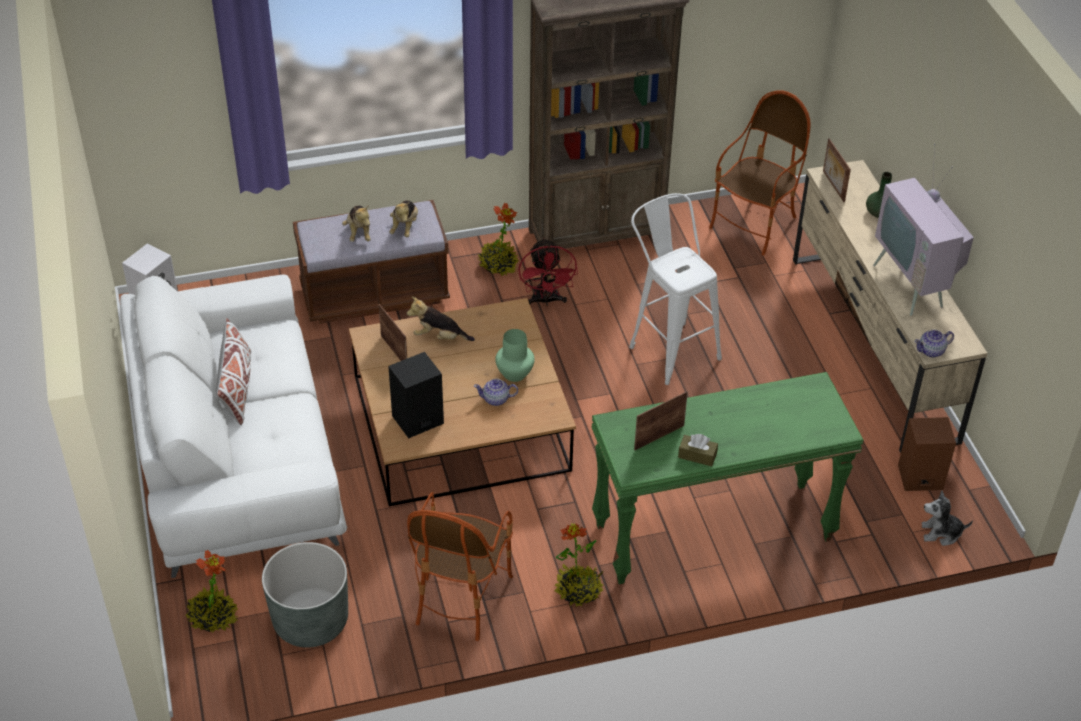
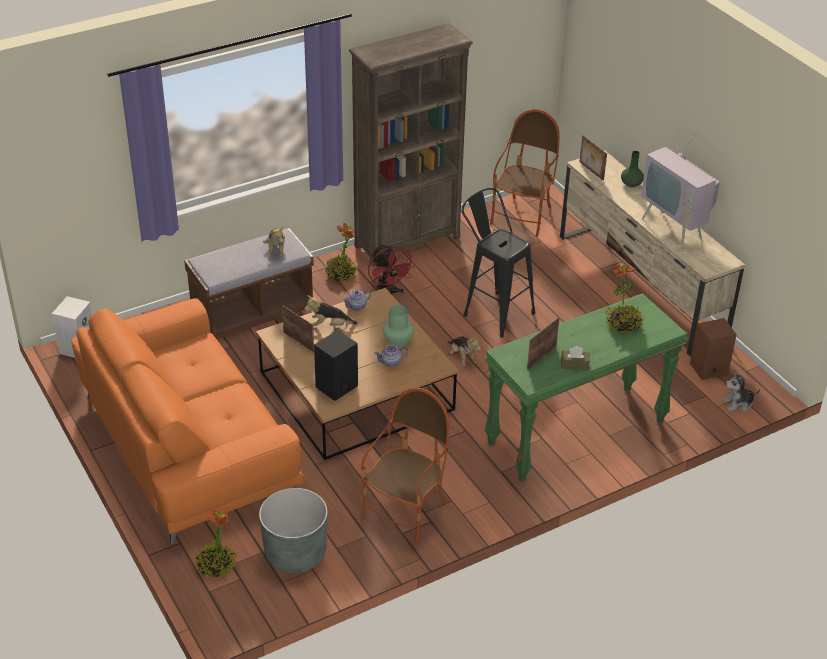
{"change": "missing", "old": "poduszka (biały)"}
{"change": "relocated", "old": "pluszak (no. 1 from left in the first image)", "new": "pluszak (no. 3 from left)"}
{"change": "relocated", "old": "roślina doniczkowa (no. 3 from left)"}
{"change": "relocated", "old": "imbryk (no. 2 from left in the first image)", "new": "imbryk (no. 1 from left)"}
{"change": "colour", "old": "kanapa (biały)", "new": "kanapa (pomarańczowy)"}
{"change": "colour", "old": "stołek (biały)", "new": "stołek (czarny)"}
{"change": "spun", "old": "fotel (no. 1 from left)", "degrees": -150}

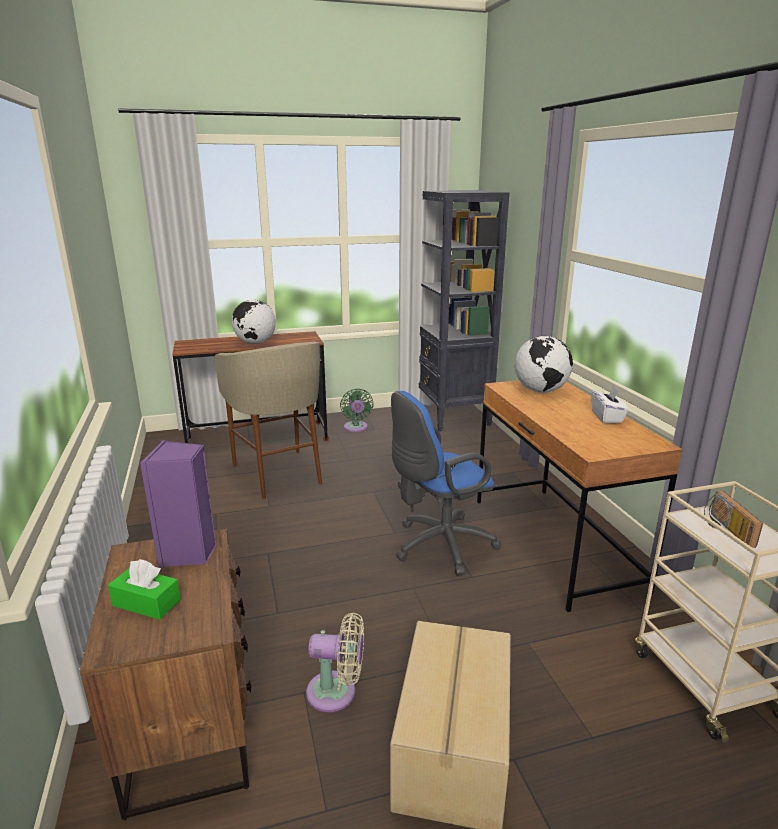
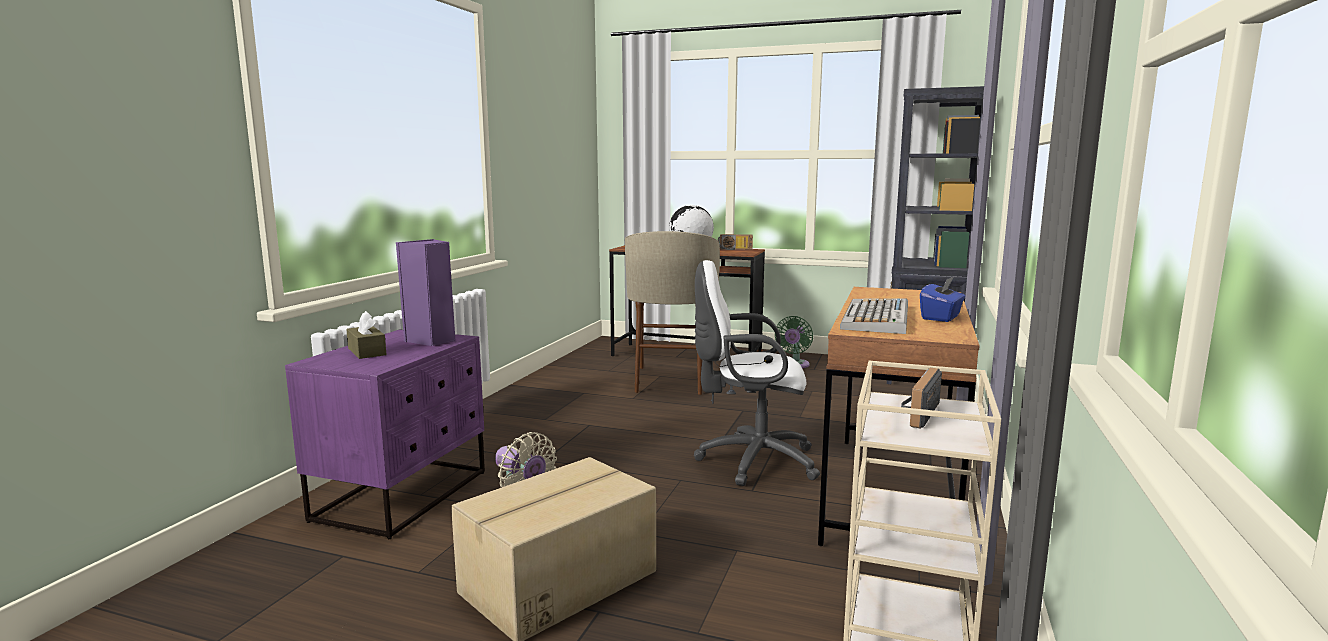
{"change": "missing", "old": "globus (no. 2 from left)"}
{"change": "appeared", "new": "radio (no. 1 from left)"}
{"change": "appeared", "new": "klawiatura"}
{"change": "colour", "old": "szafka nocna (brązowy)", "new": "szafka nocna (fioletowy)"}
{"change": "colour", "old": "pudełko chusteczek (zielony)", "new": "pudełko chusteczek (brązowy)"}
{"change": "colour", "old": "krzesło biurowe (niebieski)", "new": "krzesło biurowe (biały)"}
{"change": "colour", "old": "pudełko chusteczek (biały)", "new": "pudełko chusteczek (niebieski)"}

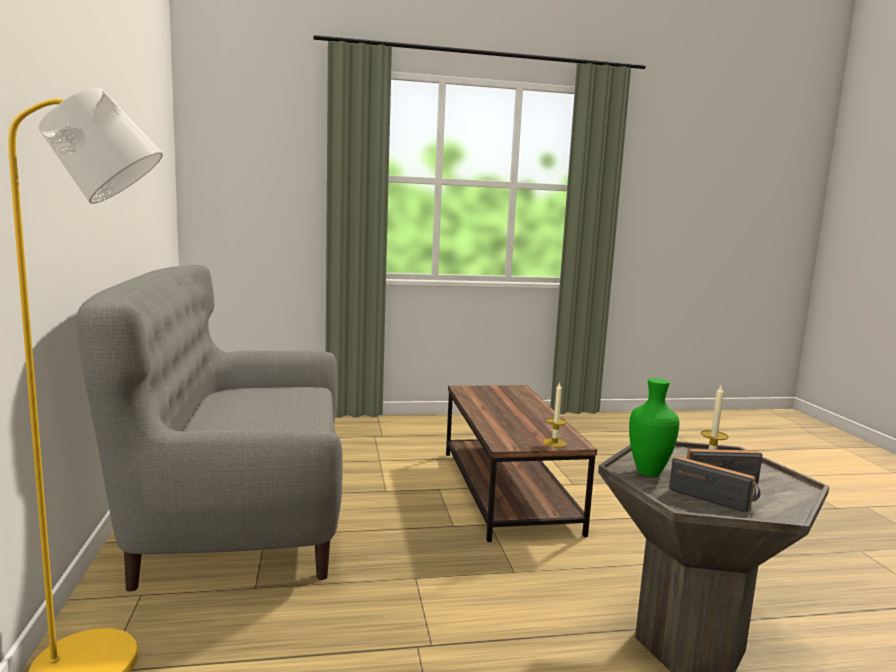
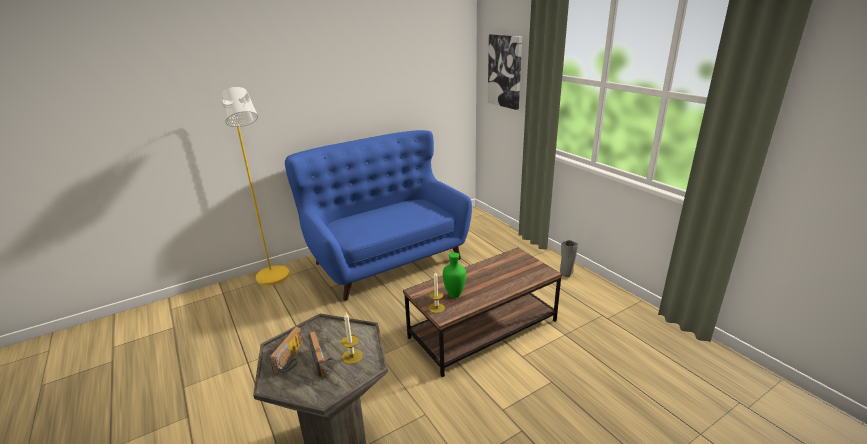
{"change": "appeared", "new": "obraz"}
{"change": "appeared", "new": "wazon (szary)"}
{"change": "relocated", "old": "wazon (zielony)"}
{"change": "colour", "old": "kanapa (szary)", "new": "kanapa (niebieski)"}

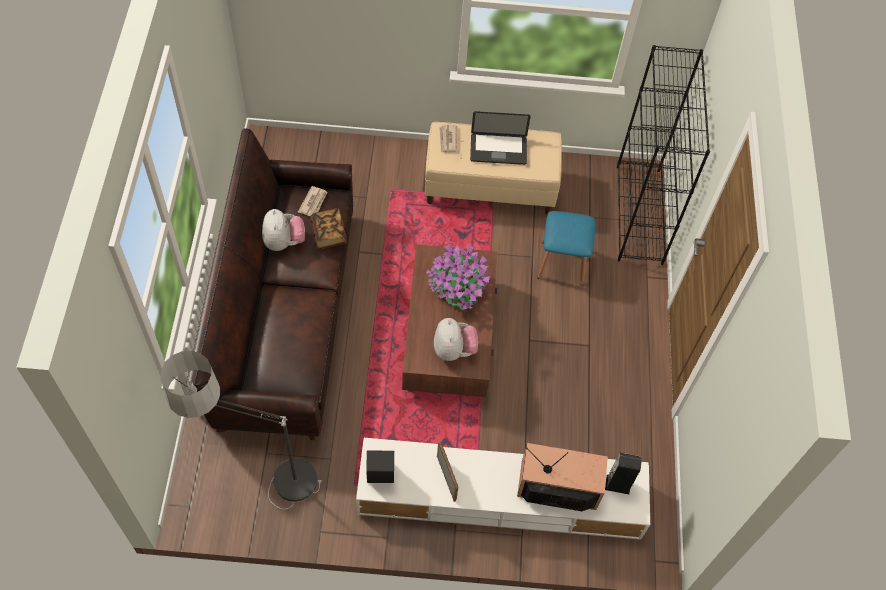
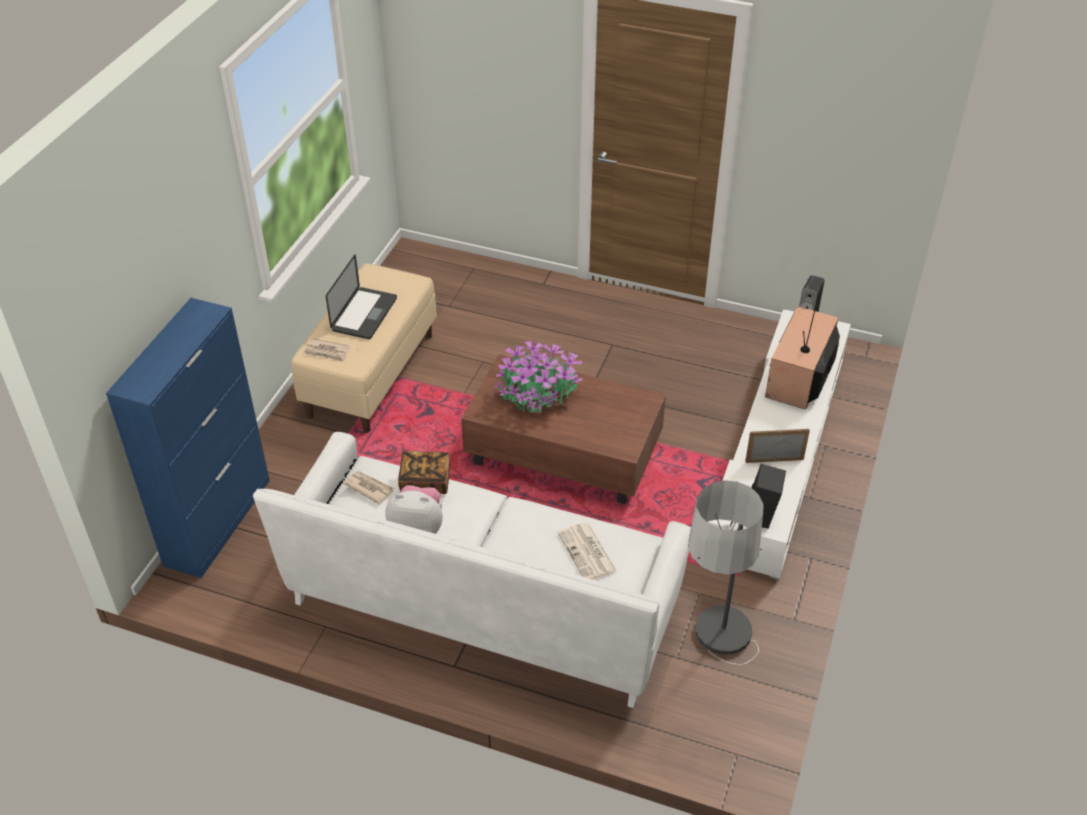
{"change": "missing", "old": "pluszak (no. 2 from left)"}
{"change": "missing", "old": "stołek (niebieski)"}
{"change": "missing", "old": "regał (czarny)"}
{"change": "appeared", "new": "szafka (niebieski)"}
{"change": "appeared", "new": "gazeta (no. 3 from left)"}
{"change": "colour", "old": "kanapa (brązowy)", "new": "kanapa (biały)"}

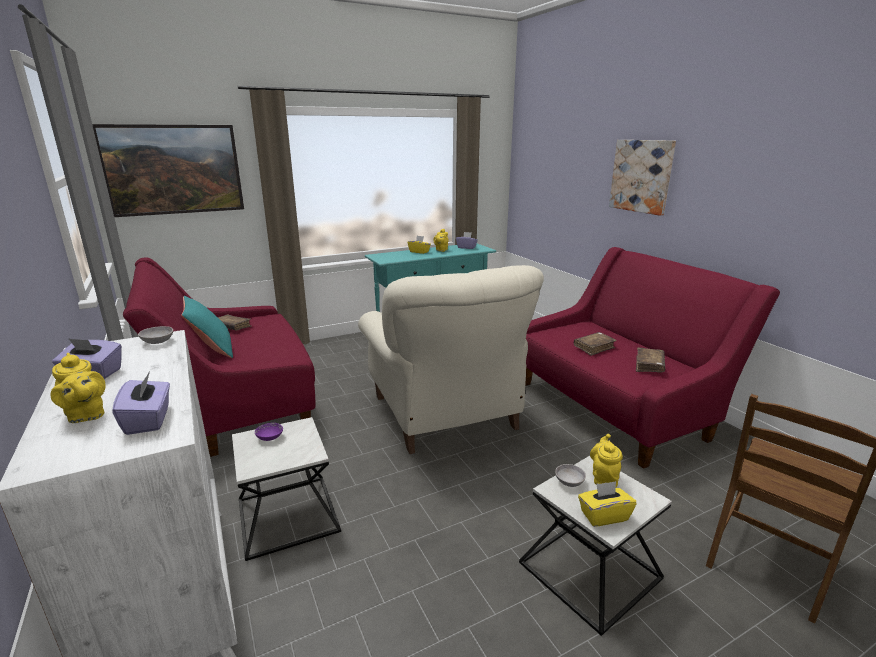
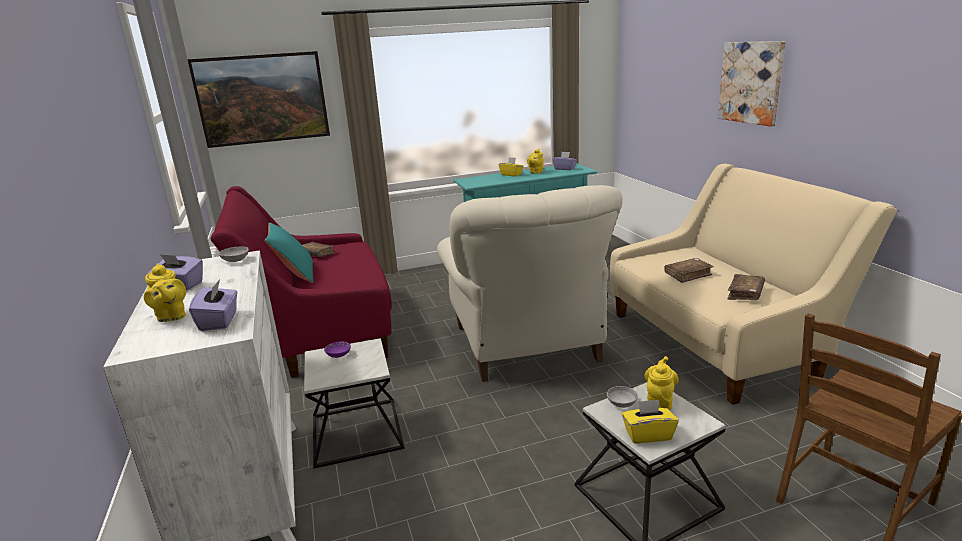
{"change": "colour", "old": "kanapa (czerwony) (no. 2 from left)", "new": "kanapa (beżowy)"}

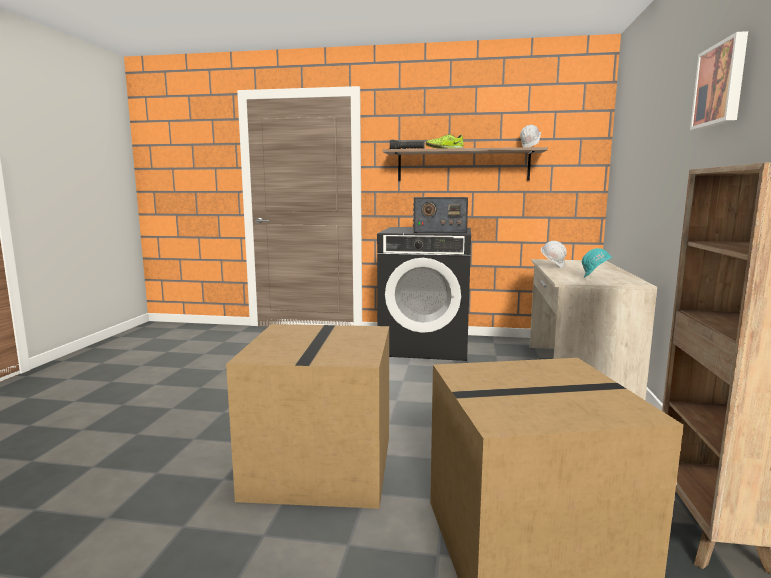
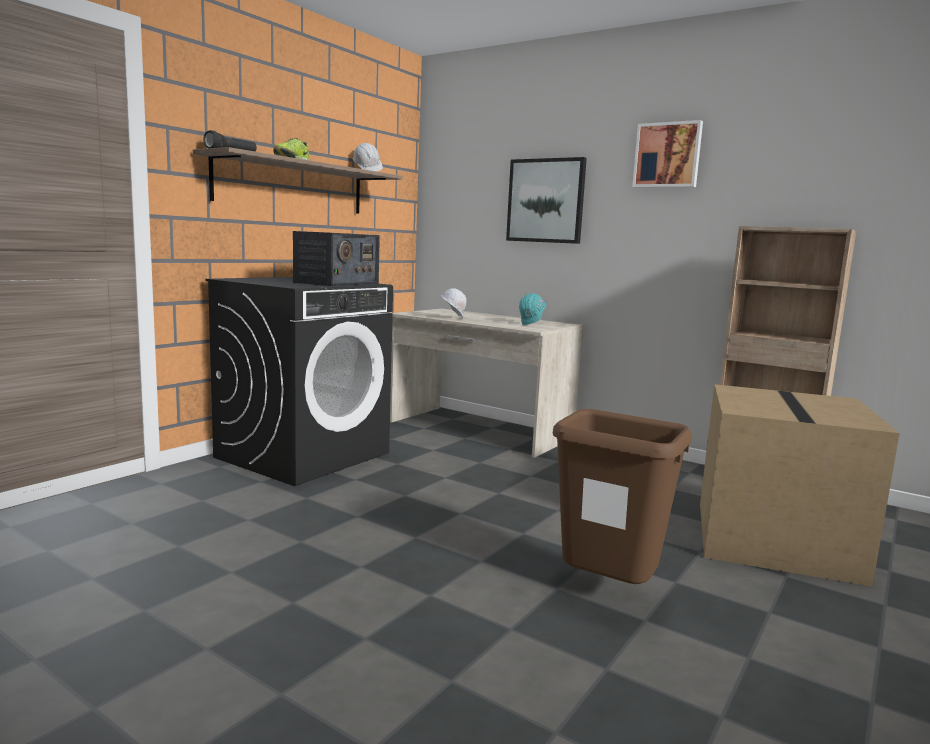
{"change": "appeared", "new": "obraz (no. 1 from left)"}
{"change": "exchanged", "old": "karton (no. 1 from left)", "new": "kosz na śmieci (brązowy)"}

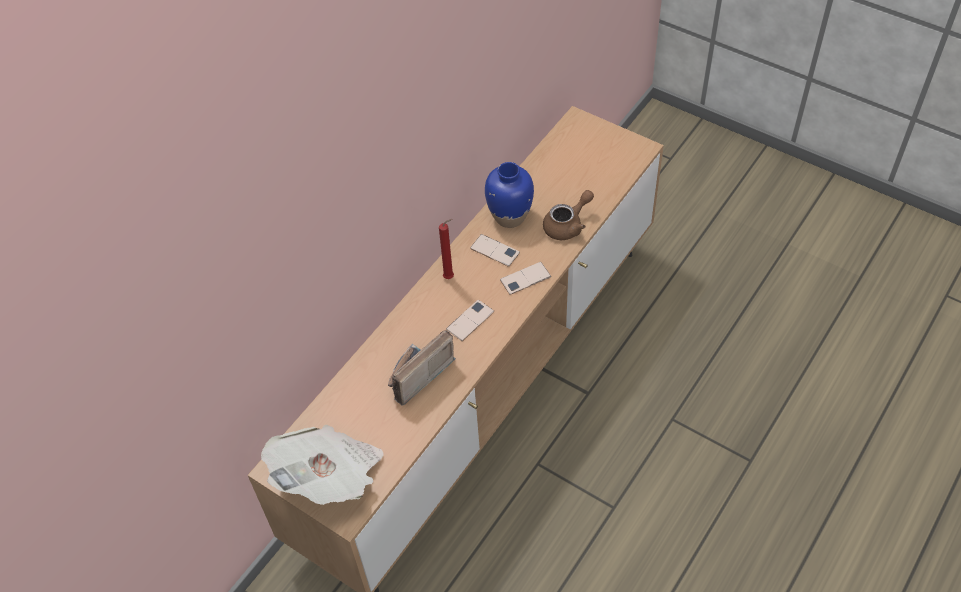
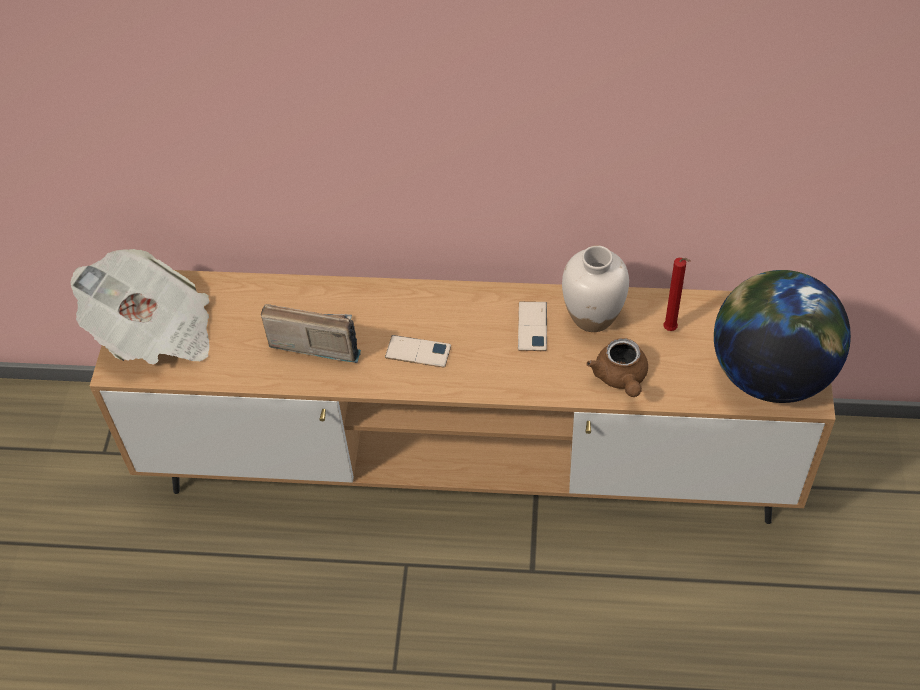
{"change": "missing", "old": "telefon (no. 3 from left)"}
{"change": "appeared", "new": "globus"}
{"change": "relocated", "old": "świeca (czerwony)"}
{"change": "colour", "old": "wazon (niebieski)", "new": "wazon (biały)"}
{"change": "spun", "old": "imbryk (brązowy)", "degrees": 60}

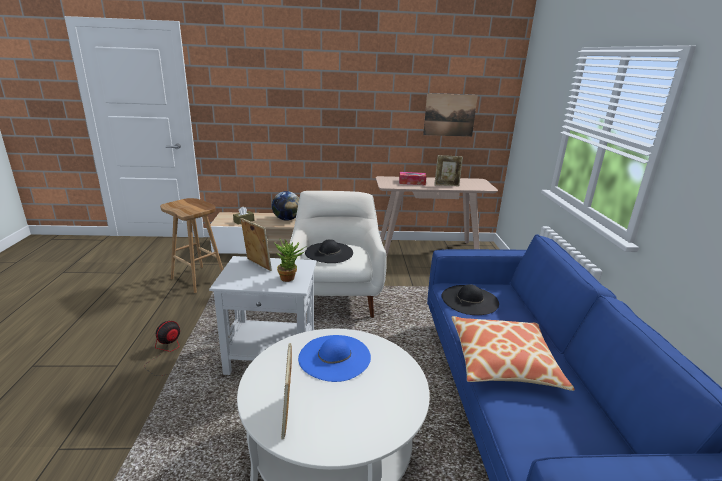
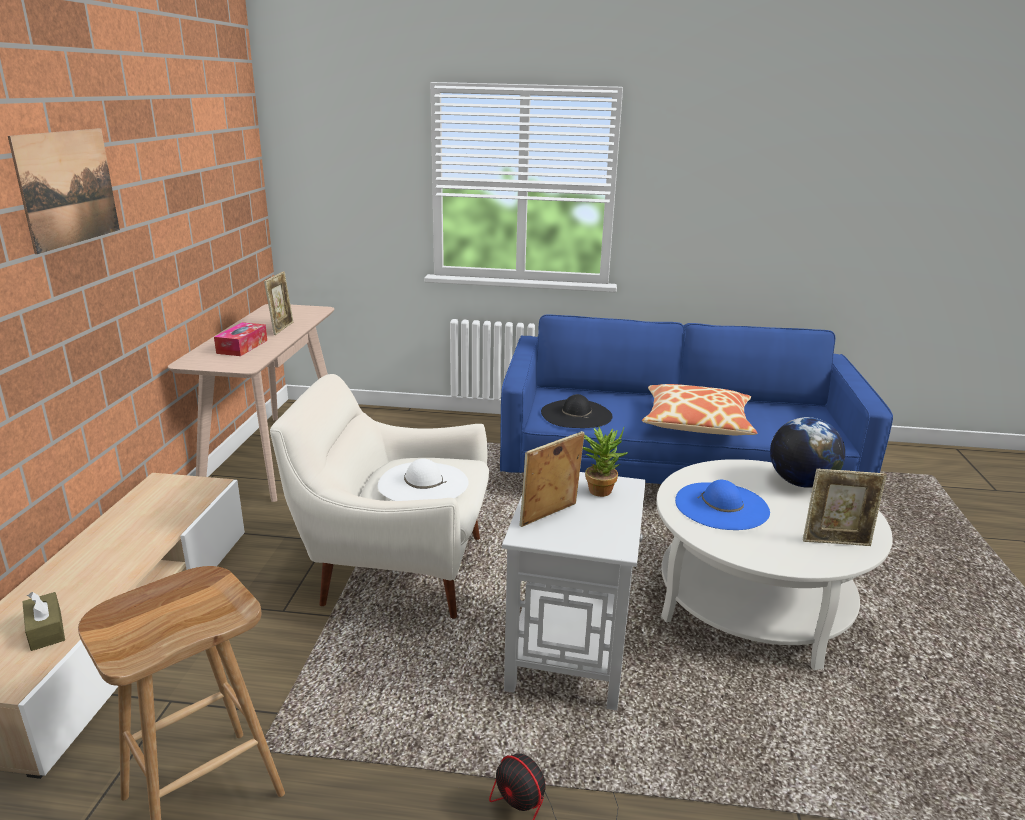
{"change": "relocated", "old": "globus"}
{"change": "relocated", "old": "obraz"}
{"change": "colour", "old": "kapelusz (czarny) (no. 1 from left)", "new": "kapelusz (biały)"}

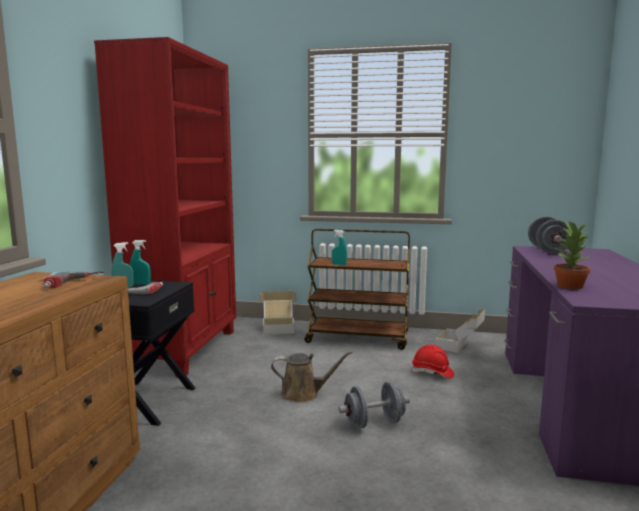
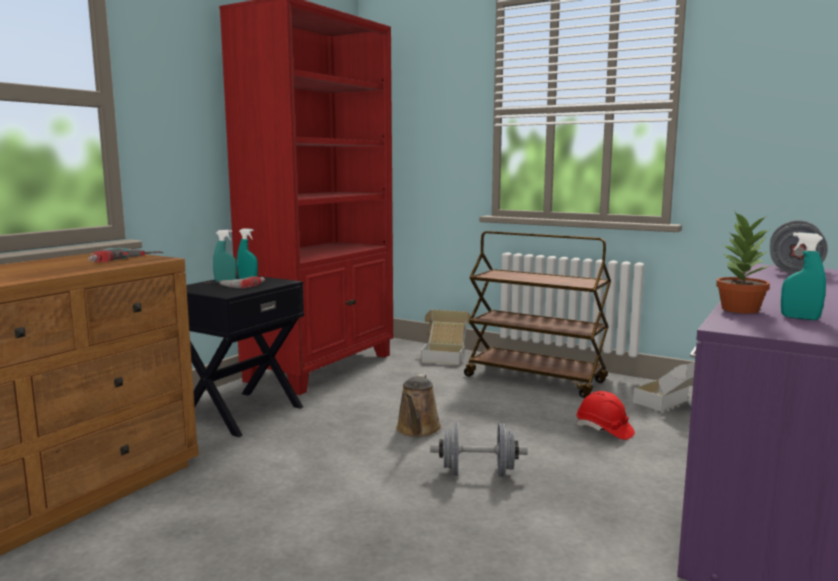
{"change": "relocated", "old": "spryskiwacz (turkusowy) (no. 3 from left)"}
{"change": "spun", "old": "konewka (brązowy)", "degrees": 75}

